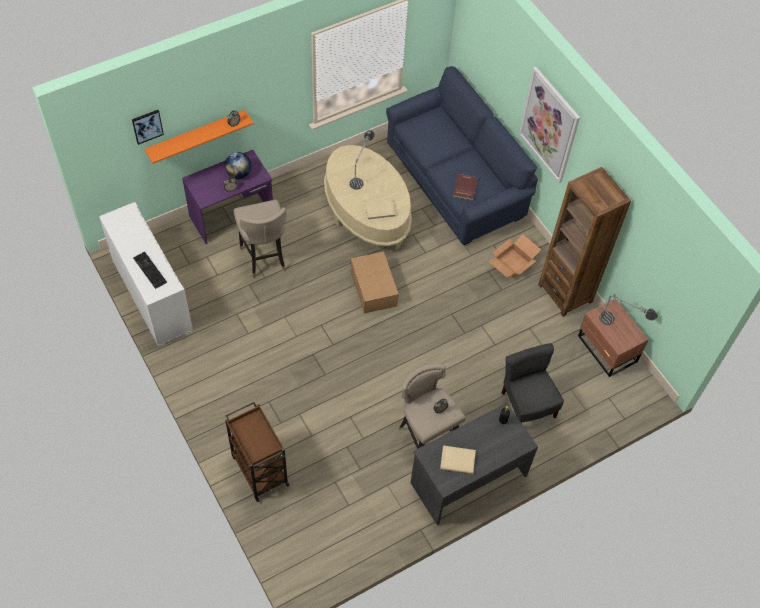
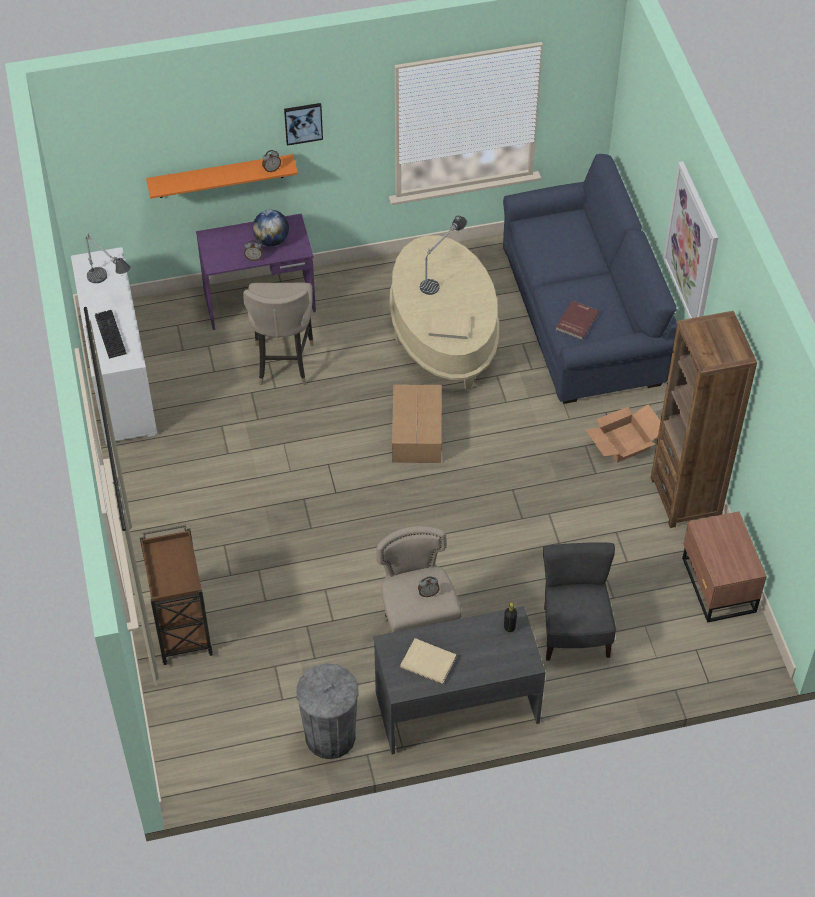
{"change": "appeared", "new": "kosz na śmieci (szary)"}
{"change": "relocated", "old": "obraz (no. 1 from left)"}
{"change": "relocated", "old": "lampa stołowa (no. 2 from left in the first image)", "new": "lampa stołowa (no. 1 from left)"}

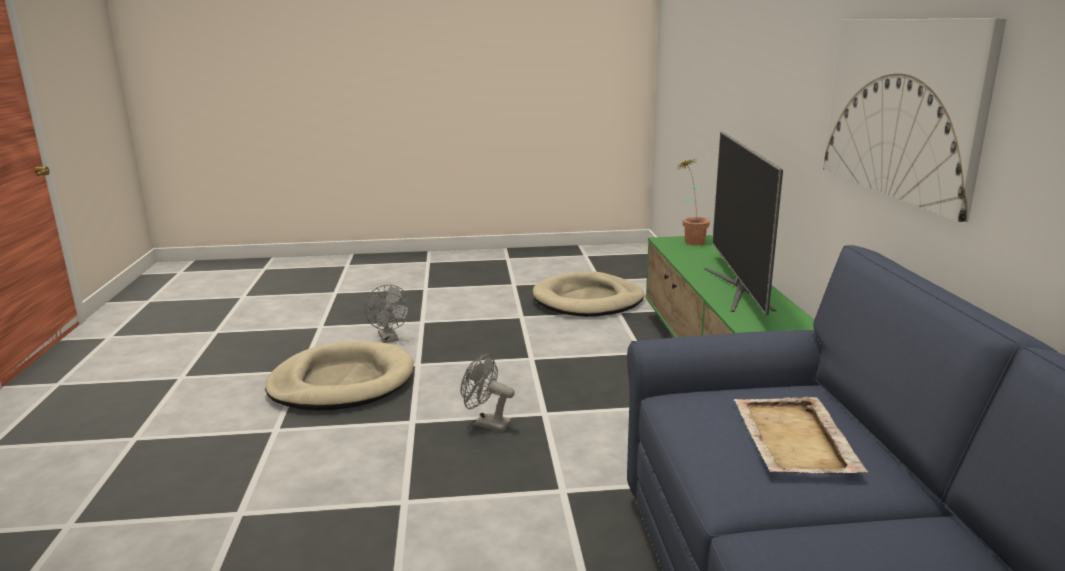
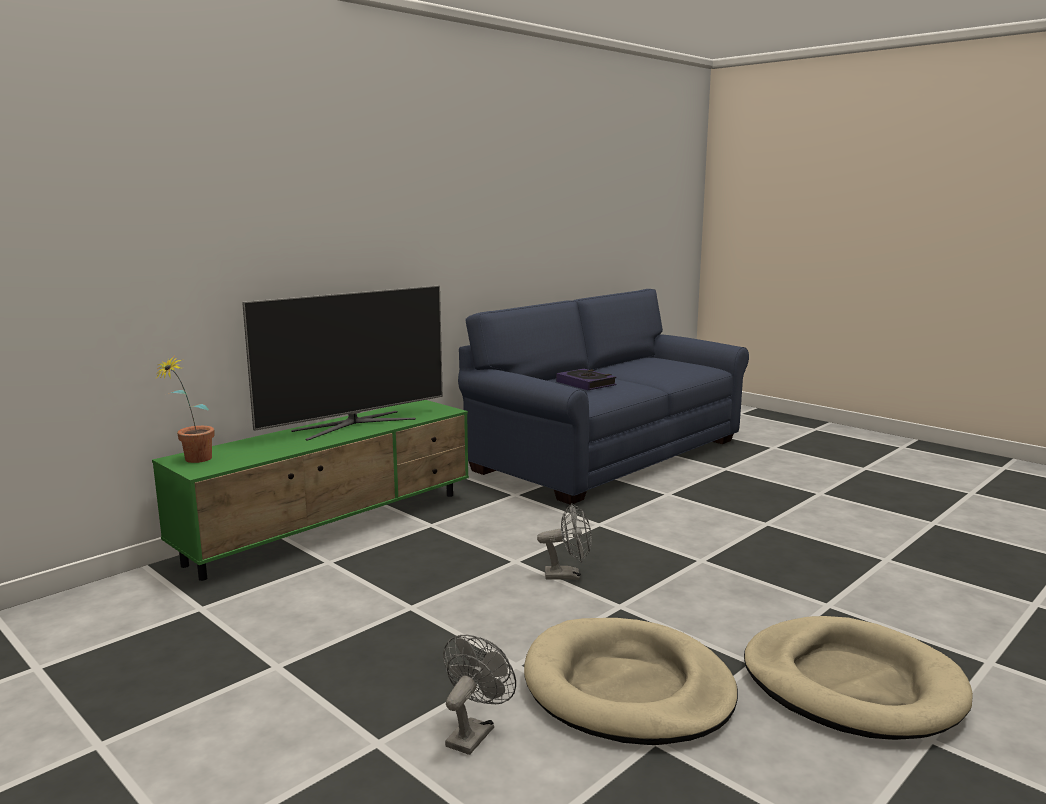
{"change": "missing", "old": "obraz"}
{"change": "relocated", "old": "legowisko (beżowy) (no. 2 from left)"}
{"change": "exchanged", "old": "taca (beżowy)", "new": "książka"}
{"change": "spun", "old": "wentylator (szary) (no. 2 from left)", "degrees": -75}

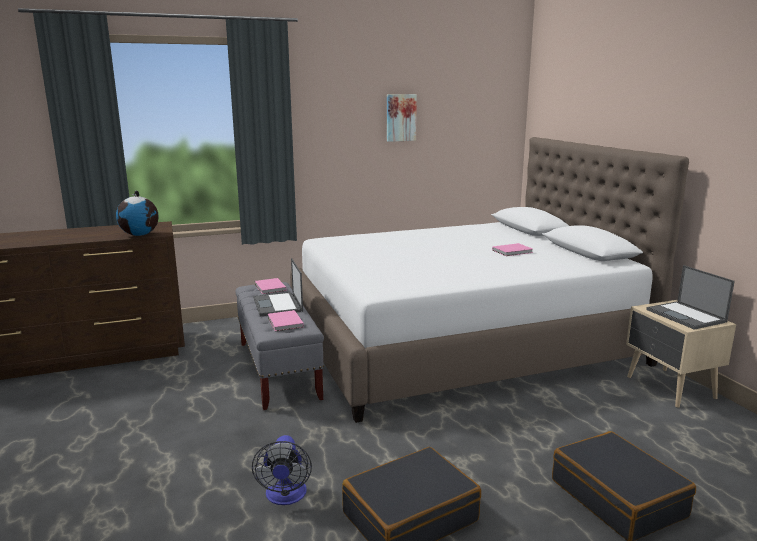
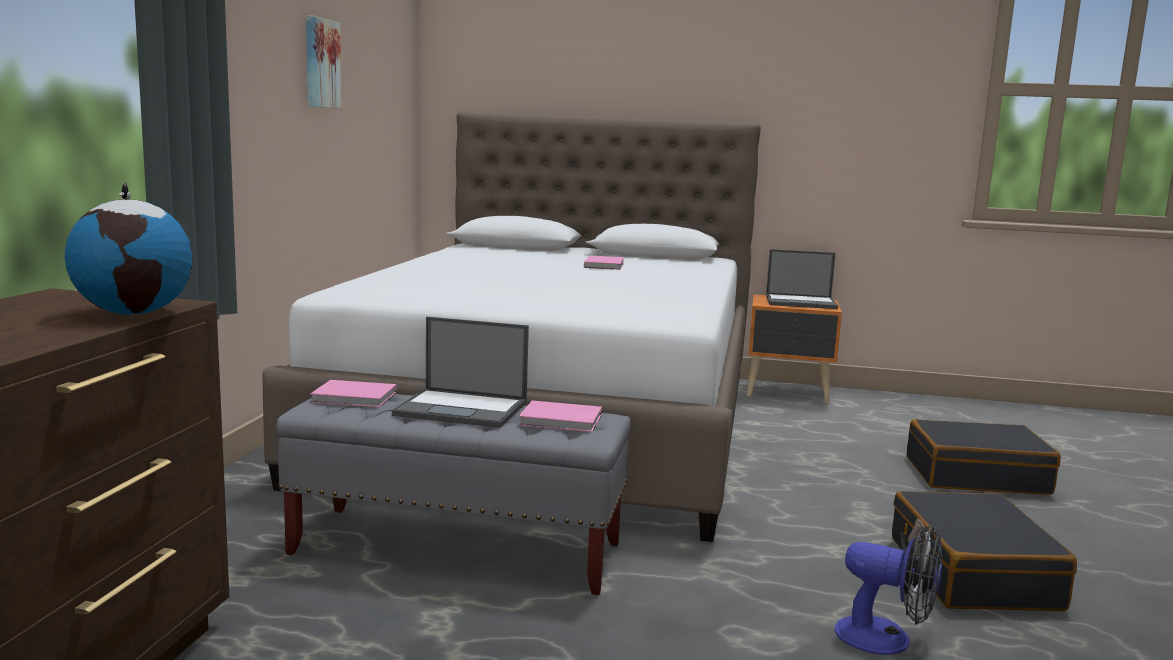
{"change": "colour", "old": "szafka nocna (beżowy)", "new": "szafka nocna (pomarańczowy)"}

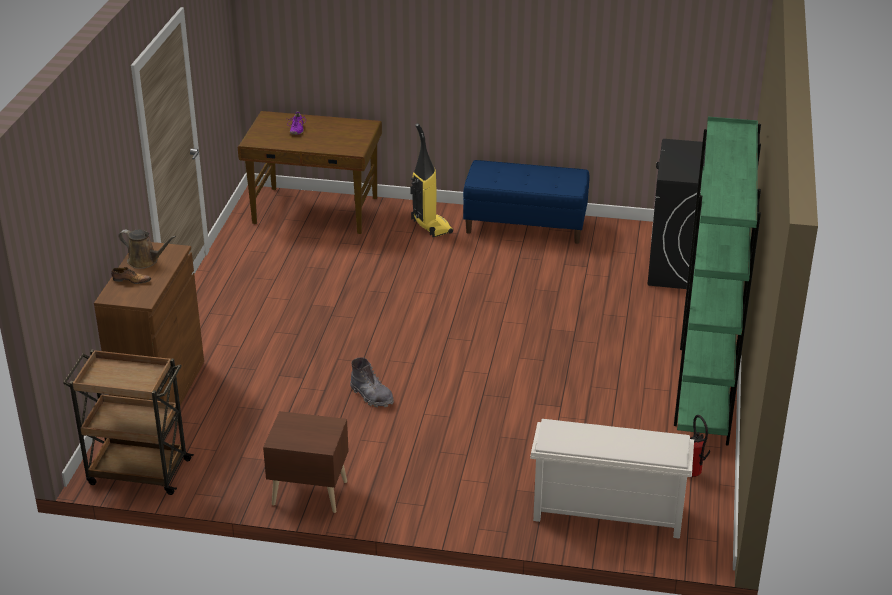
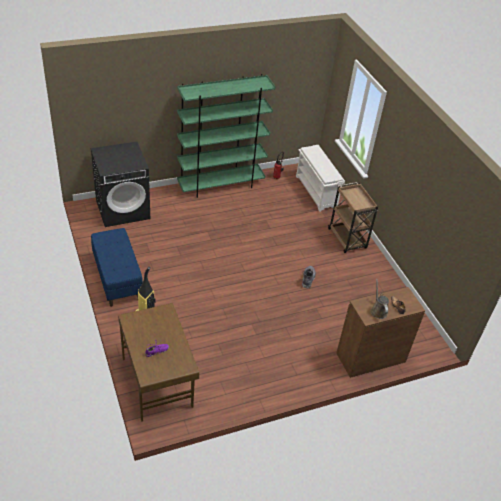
{"change": "missing", "old": "szafka nocna (brązowy)"}
{"change": "relocated", "old": "wózek (brązowy)"}

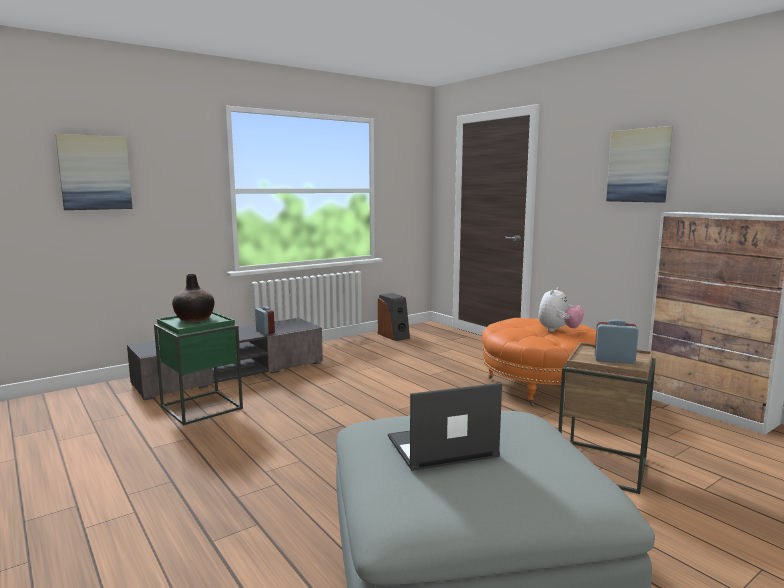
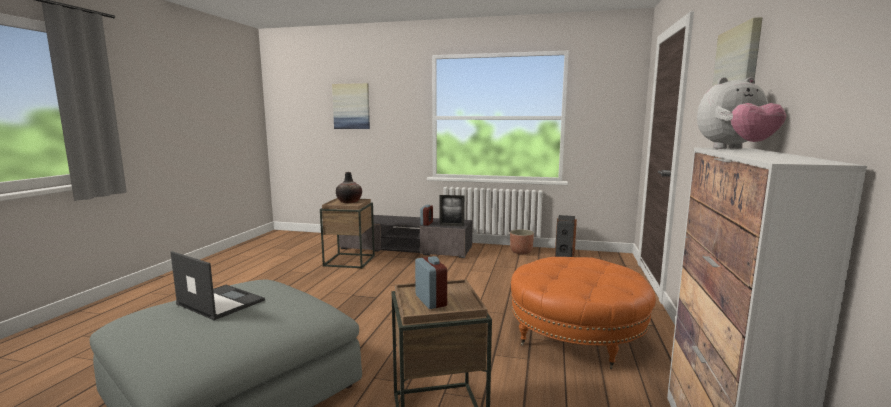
{"change": "appeared", "new": "ramka na zdjęcie"}
{"change": "appeared", "new": "donica"}
{"change": "relocated", "old": "pluszak"}
{"change": "colour", "old": "stolik (zielony)", "new": "stolik (brązowy) (no. 1 from left)"}

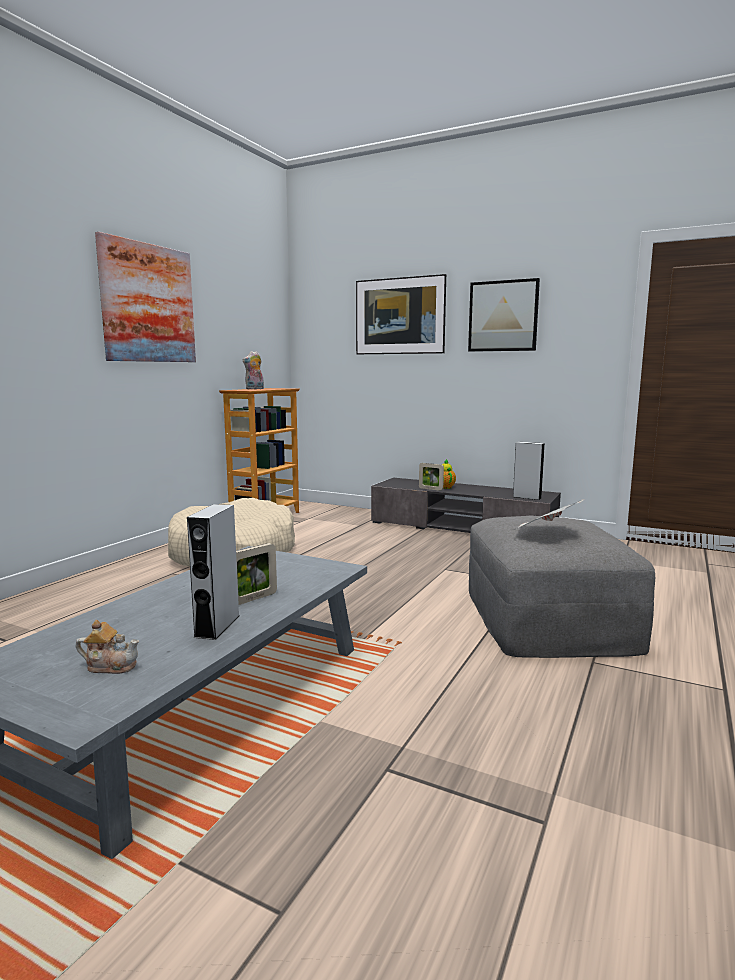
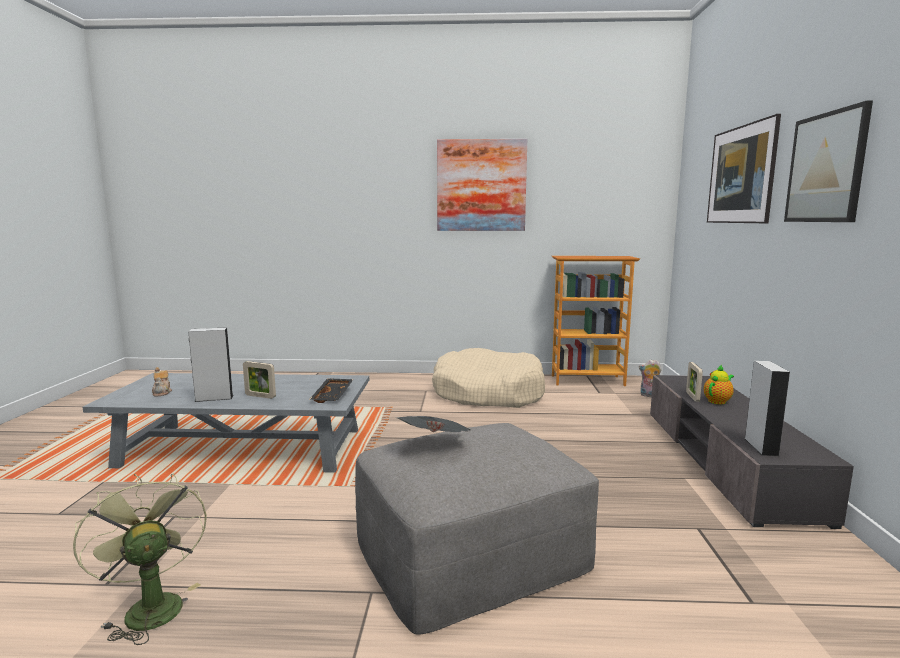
{"change": "appeared", "new": "wentylator (zielony)"}
{"change": "appeared", "new": "taca (czarny)"}
{"change": "relocated", "old": "pluszak"}

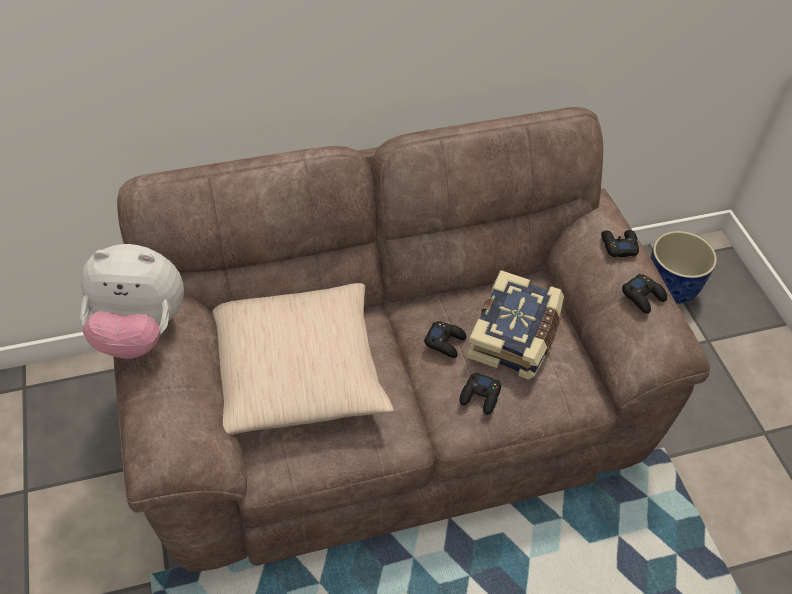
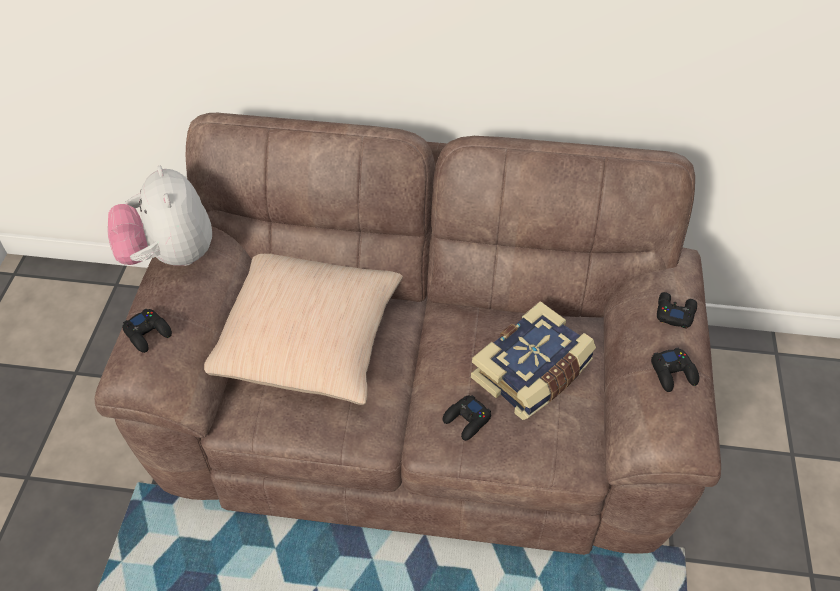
{"change": "missing", "old": "donica"}
{"change": "relocated", "old": "pad do gier (czarny) (no. 1 from left)"}
{"change": "spun", "old": "pluszak", "degrees": 45}

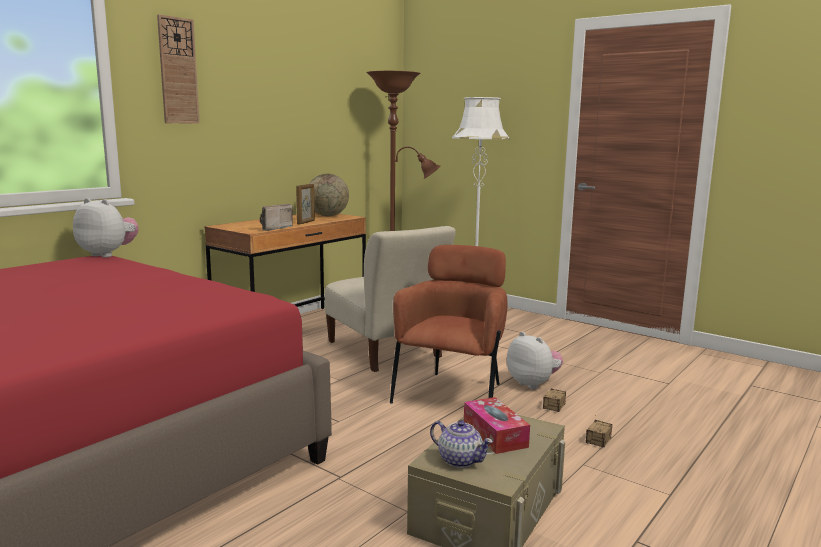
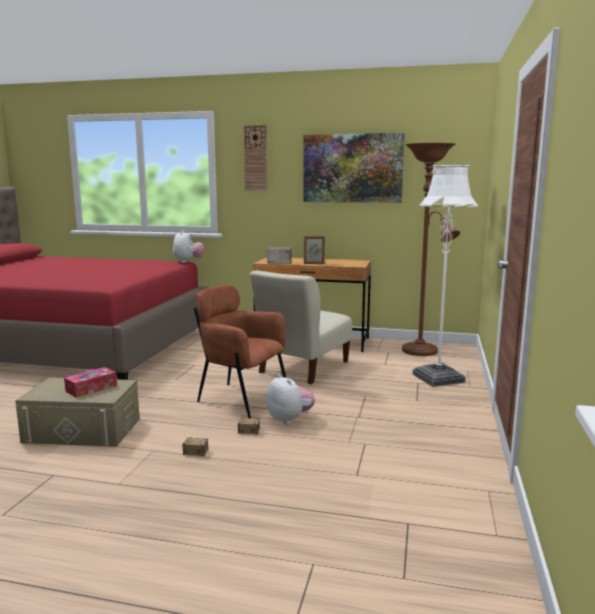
{"change": "missing", "old": "globus"}
{"change": "missing", "old": "imbryk"}
{"change": "appeared", "new": "obraz"}
{"change": "spun", "old": "fotel (brązowy)", "degrees": -150}
{"change": "spun", "old": "pluszak (no. 2 from left)", "degrees": -60}

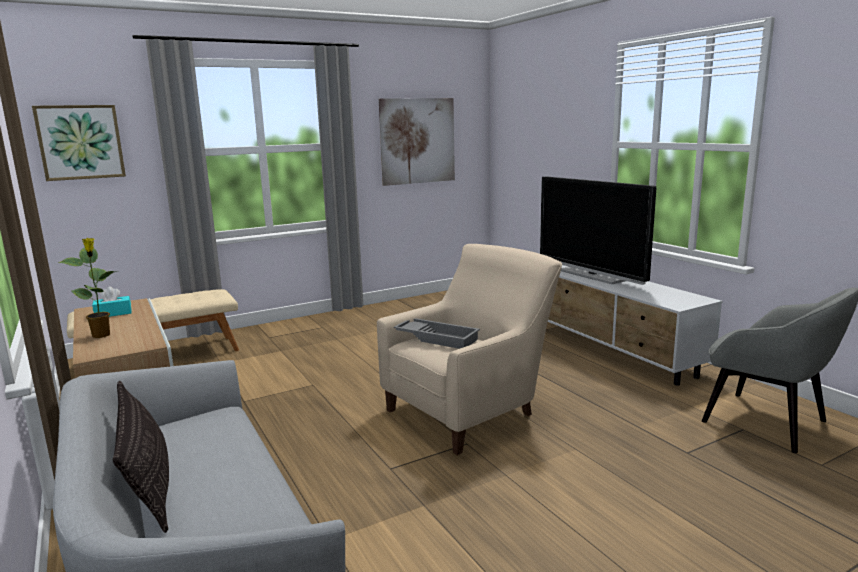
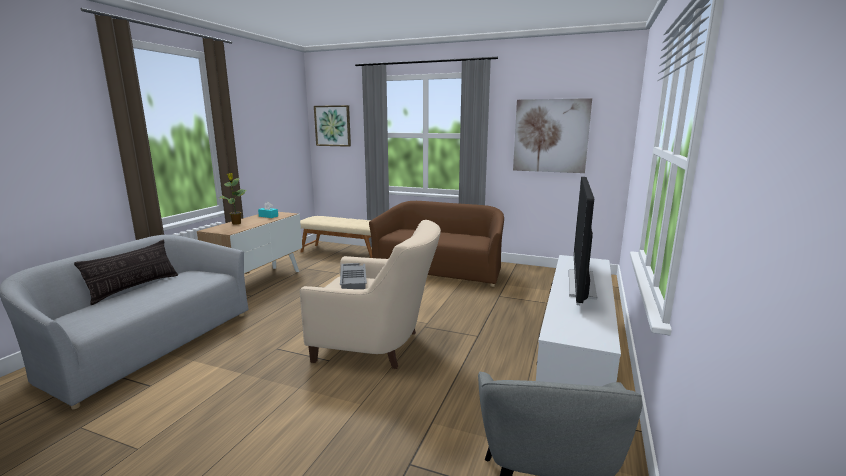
{"change": "appeared", "new": "kanapa (brązowy)"}

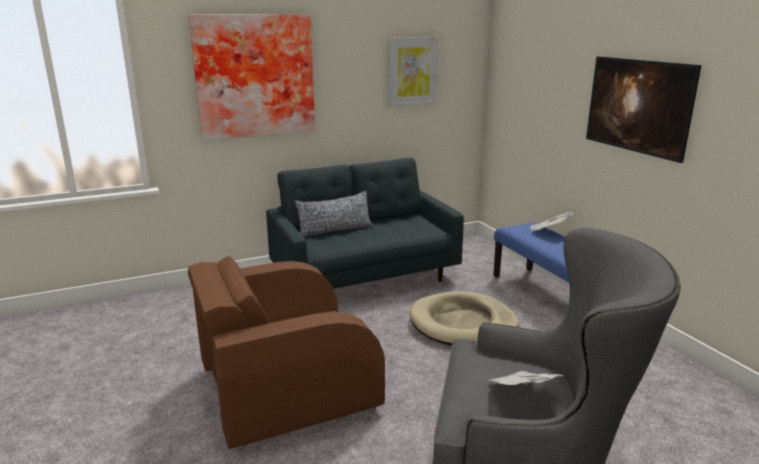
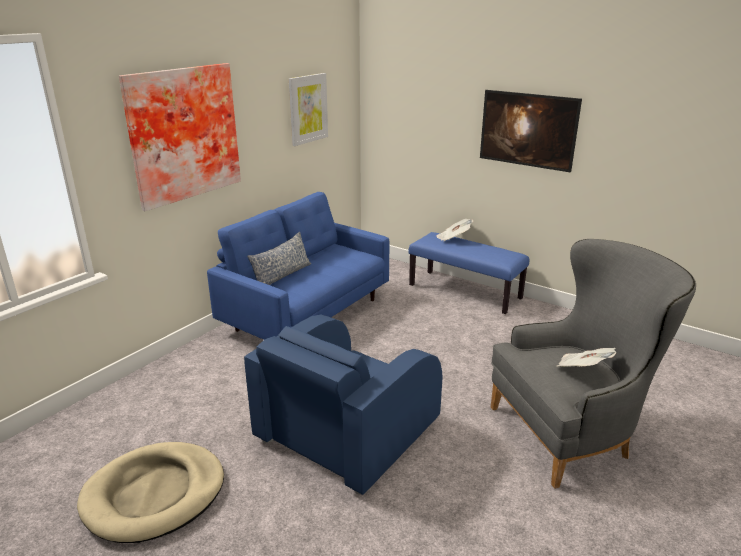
{"change": "relocated", "old": "legowisko (beżowy)"}
{"change": "colour", "old": "fotel (brązowy)", "new": "fotel (niebieski)"}
{"change": "colour", "old": "kanapa (szary)", "new": "kanapa (niebieski)"}

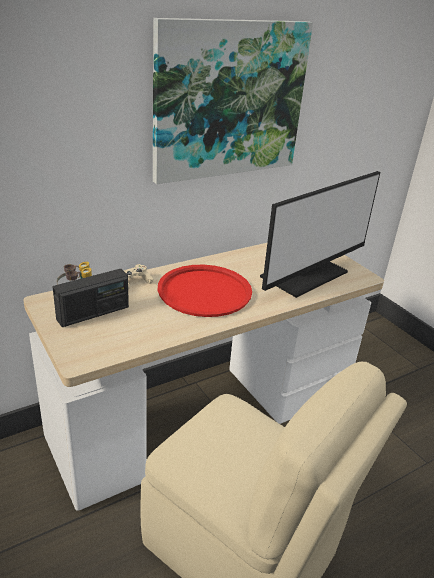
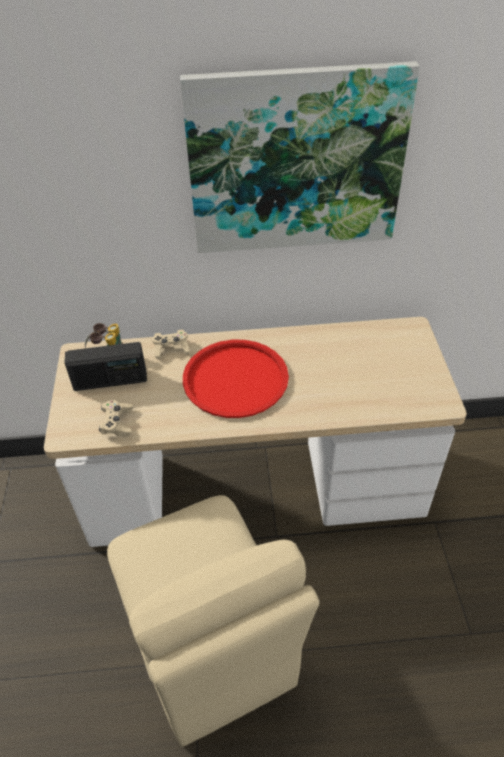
{"change": "missing", "old": "monitor"}
{"change": "appeared", "new": "pad do gier (beżowy) (no. 1 from left)"}

